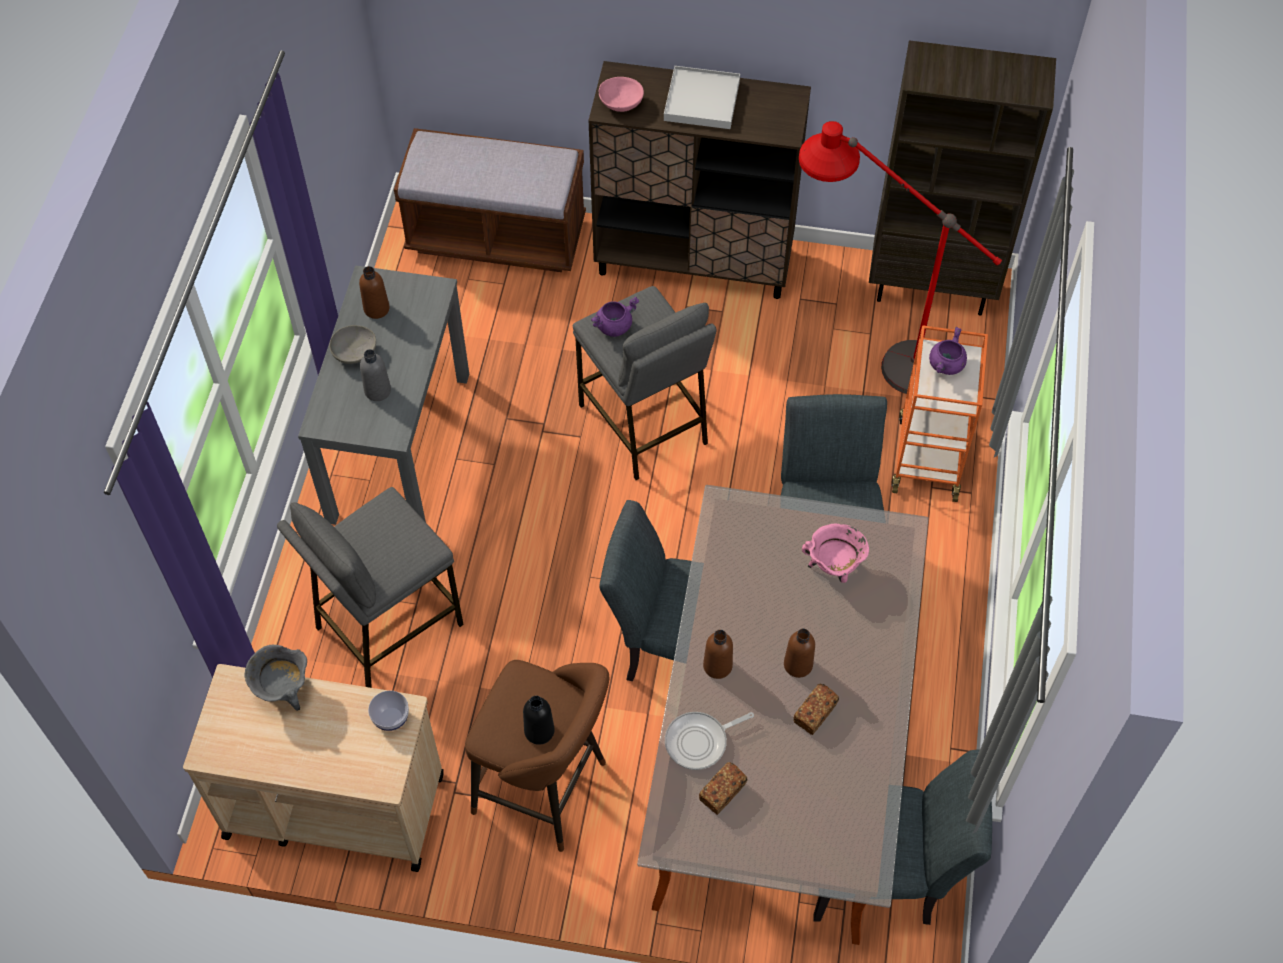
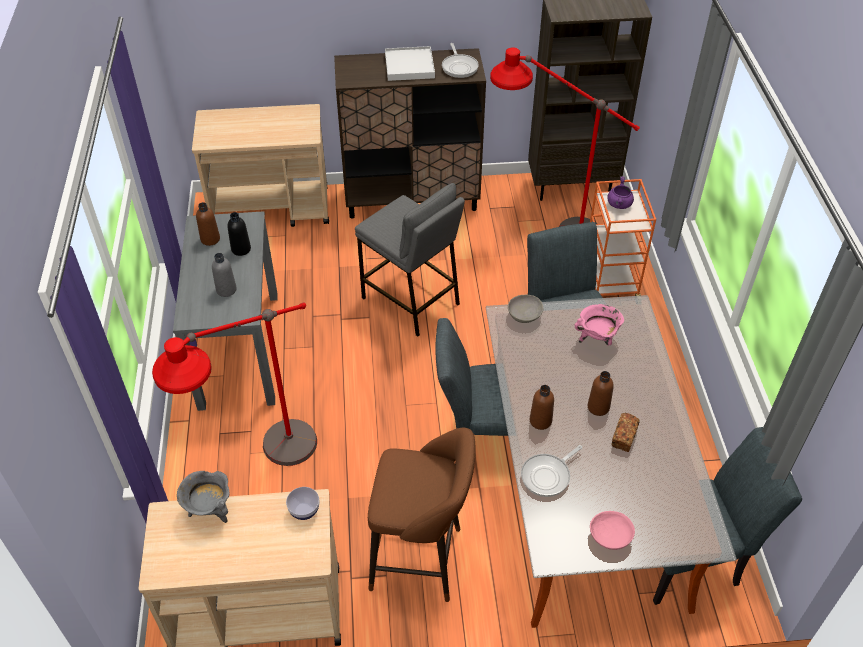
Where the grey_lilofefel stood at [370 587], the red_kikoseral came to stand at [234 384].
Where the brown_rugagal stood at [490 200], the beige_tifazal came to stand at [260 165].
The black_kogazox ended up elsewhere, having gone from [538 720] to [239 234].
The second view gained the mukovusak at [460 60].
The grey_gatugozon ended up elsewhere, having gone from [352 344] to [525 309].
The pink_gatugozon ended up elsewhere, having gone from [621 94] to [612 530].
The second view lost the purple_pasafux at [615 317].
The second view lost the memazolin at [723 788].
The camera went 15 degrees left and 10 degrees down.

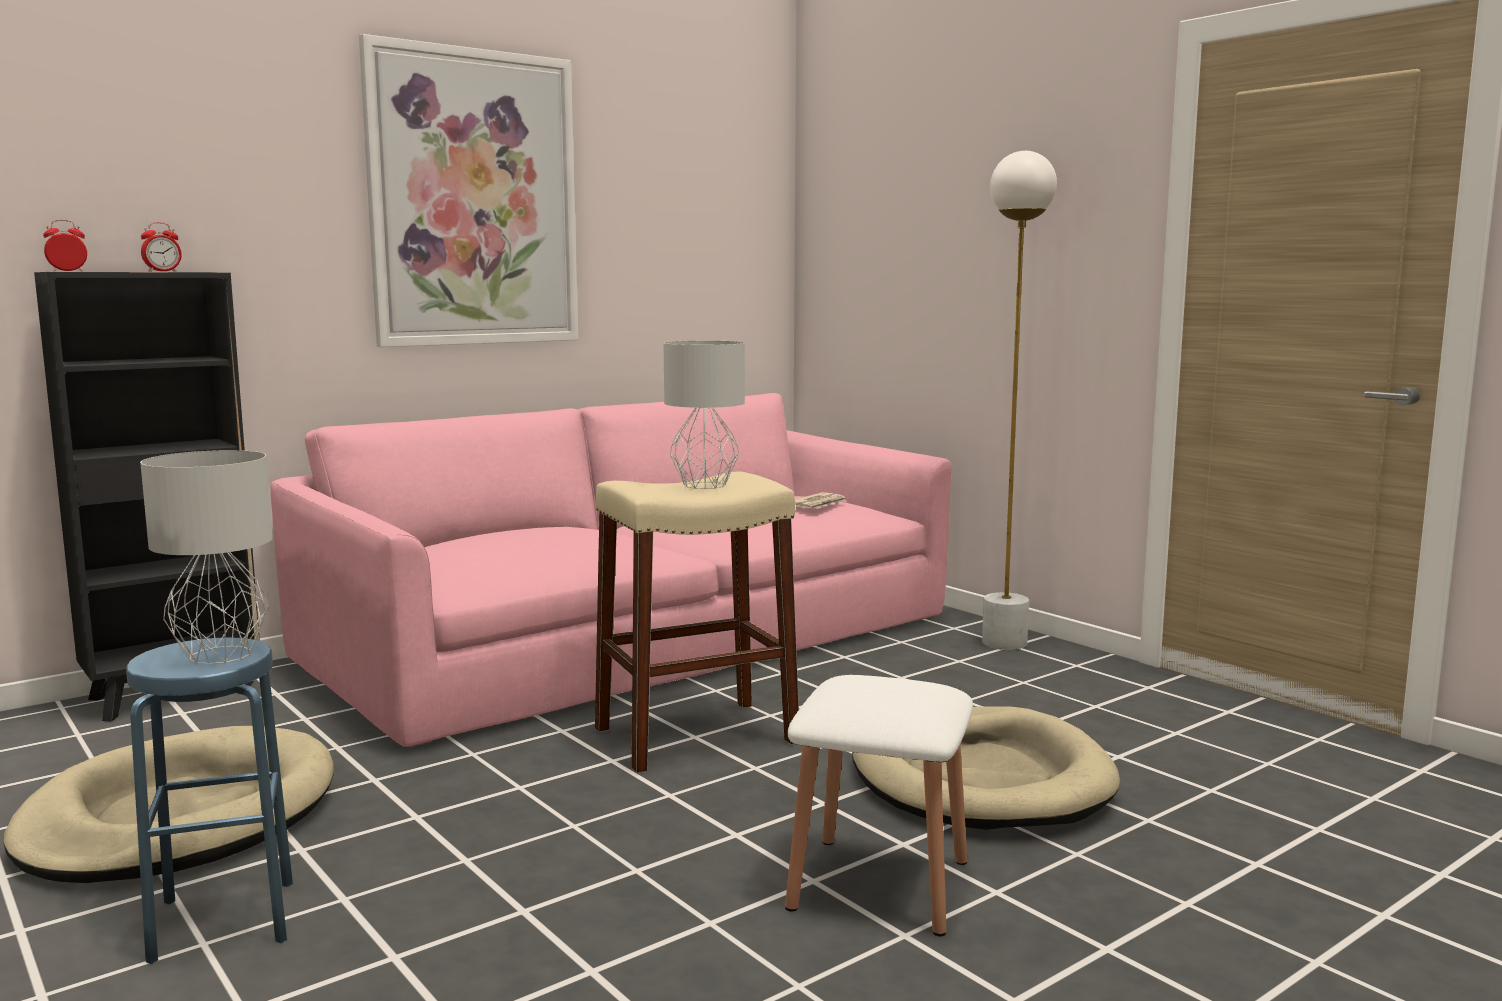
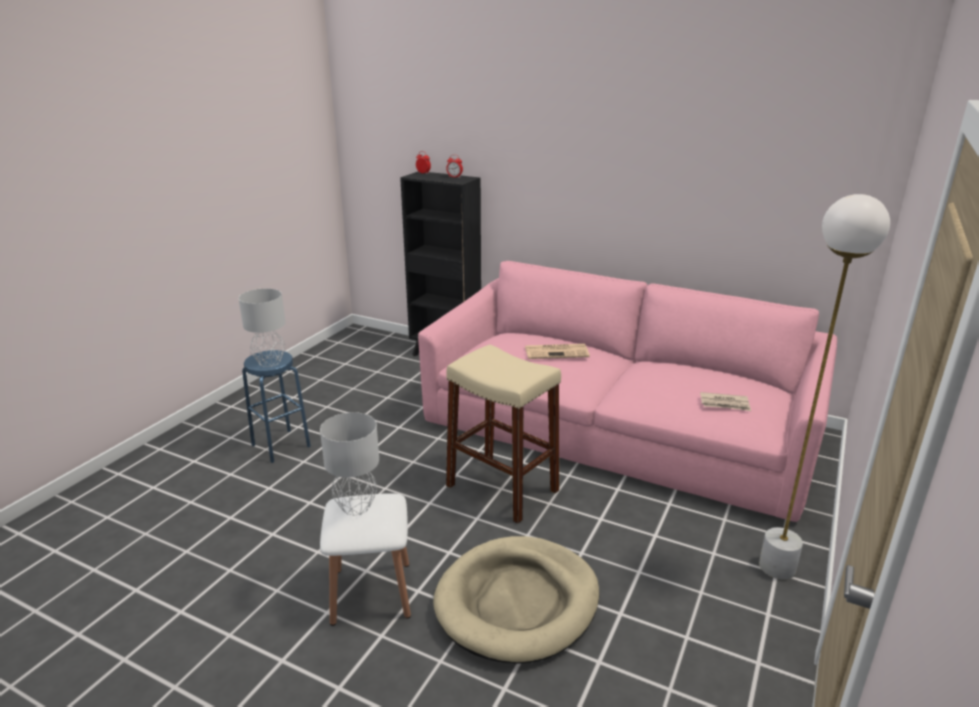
The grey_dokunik ended up elsewhere, having gone from [704 415] to [349 463].
The second view gained the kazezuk at [557 351].
The second view lost the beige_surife at [168 804].
The second view lost the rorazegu at [468 190].
The camera went 65 degrees right and 15 degrees up.

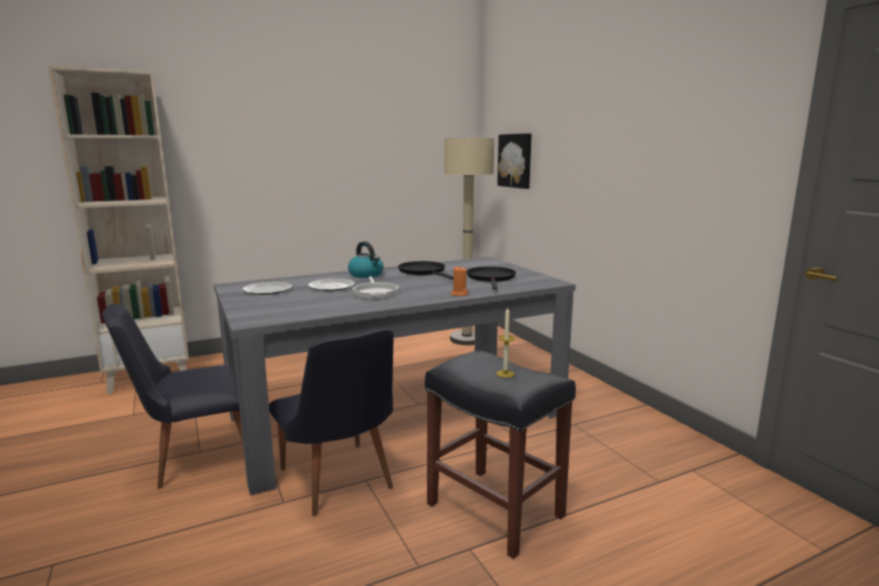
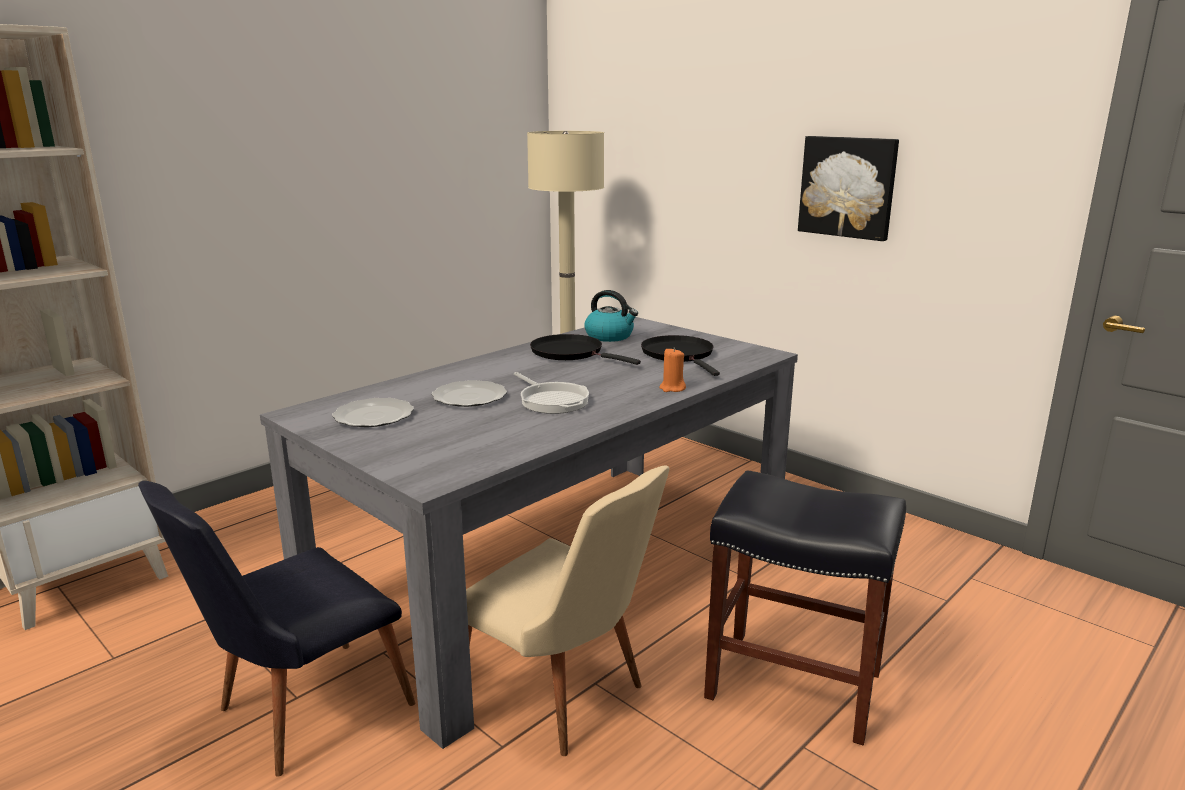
What was the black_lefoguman at [331 422] turned into the beige_lefoguman at [568 610].
The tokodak ended up elsewhere, having gone from [366 259] to [611 316].
The rorazegu ended up elsewhere, having gone from [514 161] to [848 188].
The second view lost the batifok at [505 343].
The camera went 20 degrees left and 5 degrees up.

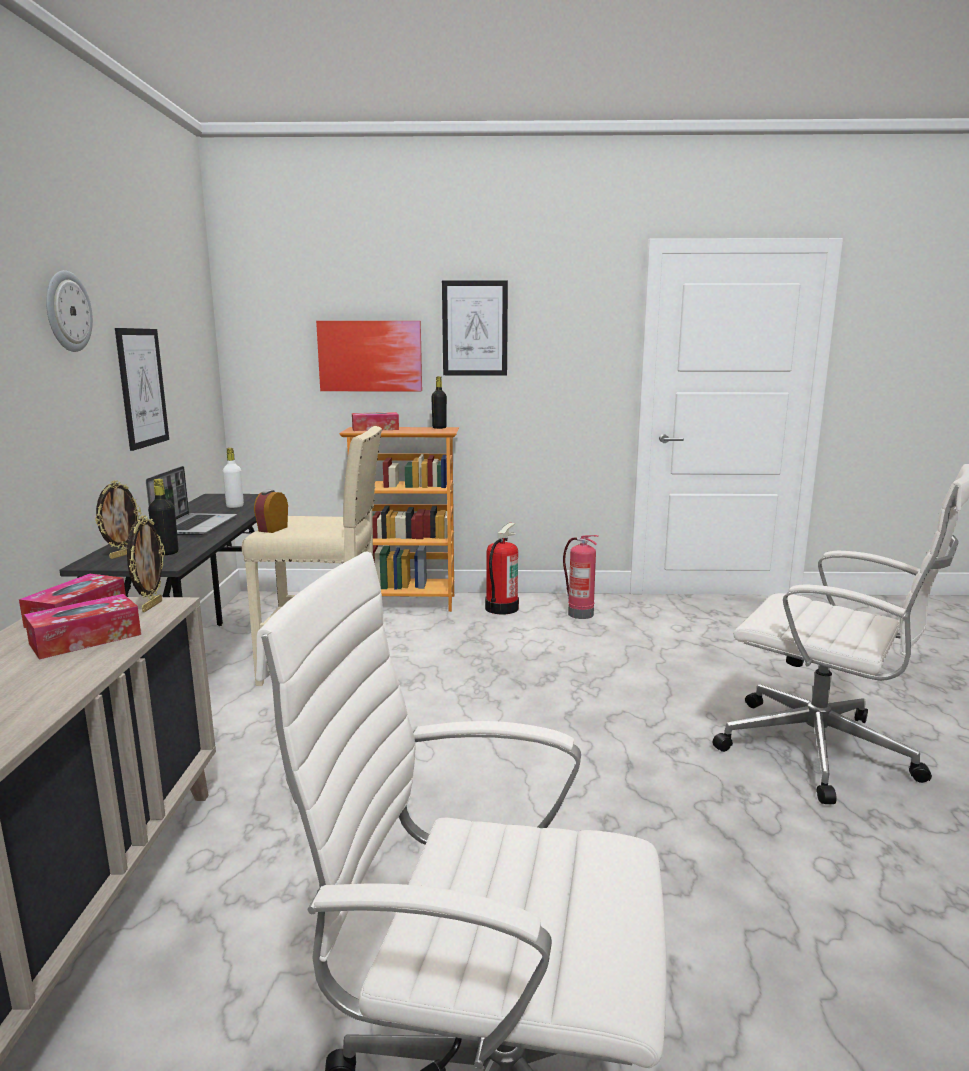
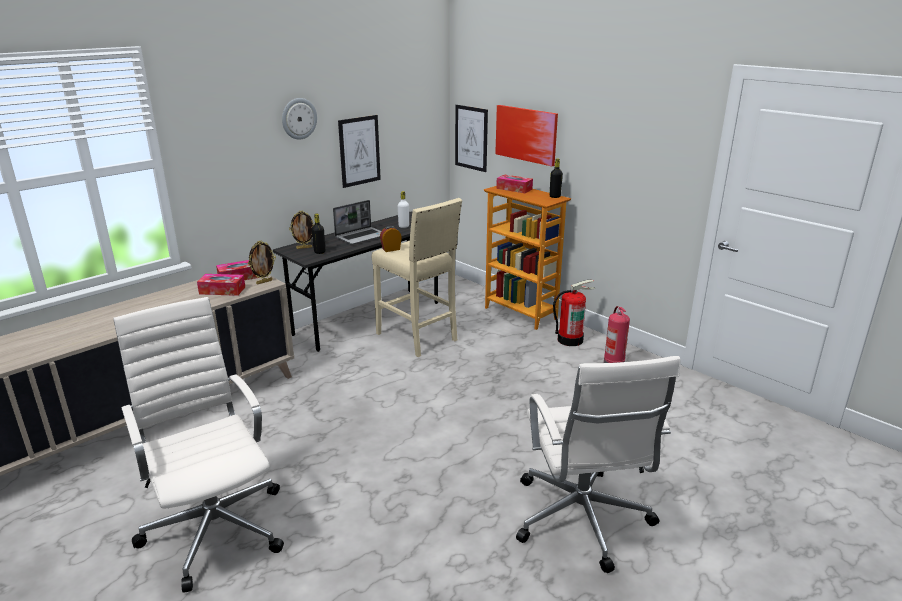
The rorazegu ended up elsewhere, having gone from [475 327] to [471 138].
The camera went 45 degrees right and 10 degrees up.

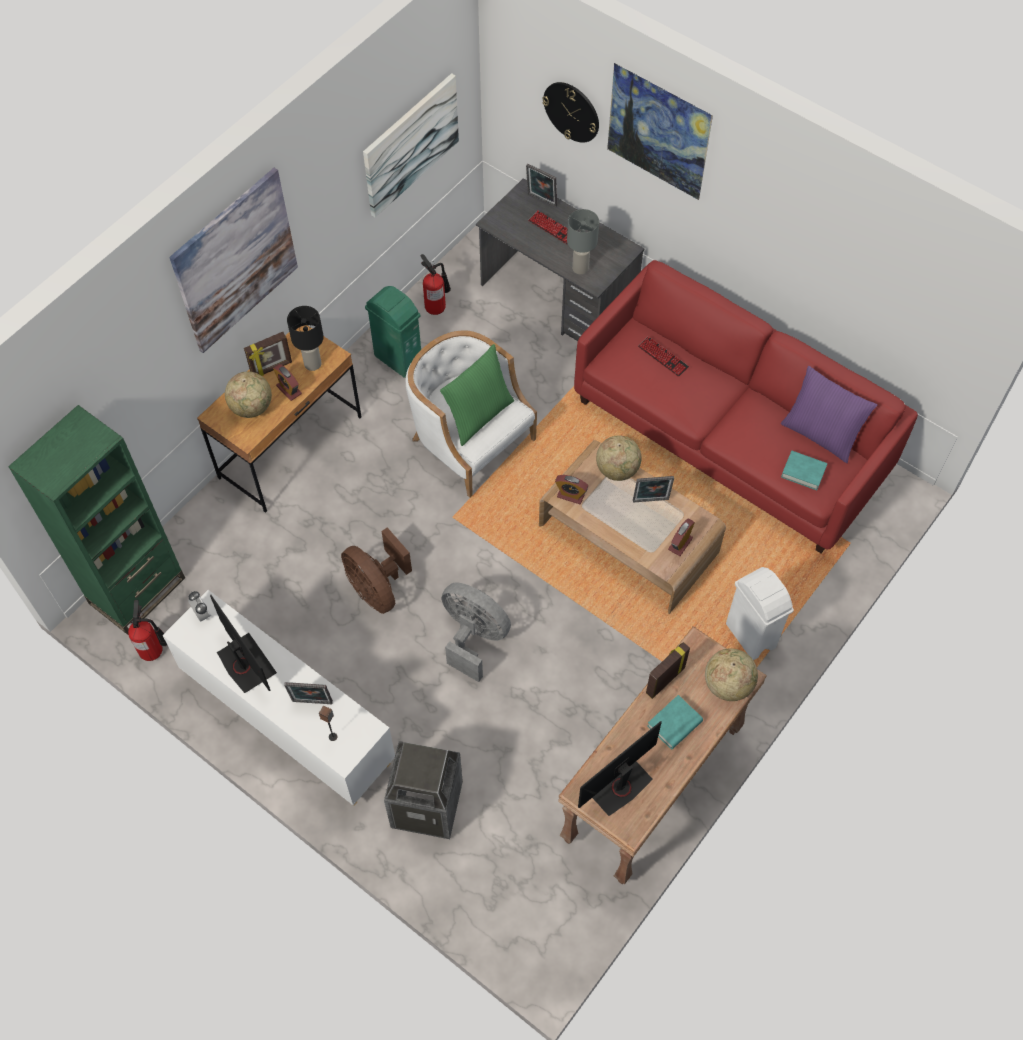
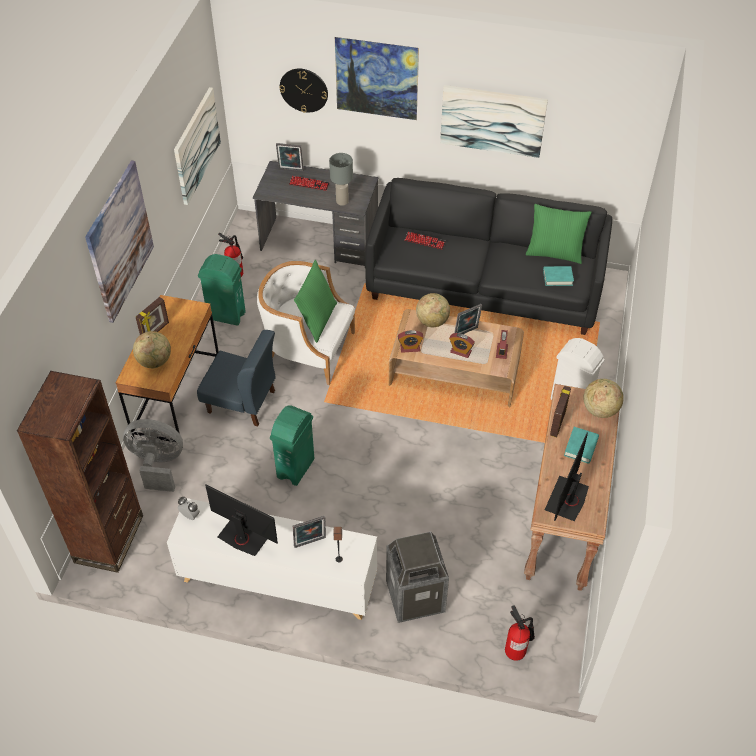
What was the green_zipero at [96 520] turned into the brown_zipero at [80 472].
The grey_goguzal ended up elsewhere, having gone from [476 632] to [153 455].
The second view gained the blue_lefoguman at [236 378].
Where the brown_goguzal stood at [376 571], the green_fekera came to stand at [292 445].
What was the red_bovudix at [746 406] turned into the black_bovudix at [488 256].
The second view gained the rorazegu at [494 121].
The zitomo ended up elsewhere, having gone from [287 382] to [462 345].
The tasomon ended up elsewhere, having gone from [147 630] to [520 633].
What was the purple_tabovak at [829 414] turned into the green_tabovak at [559 234].
The second view lost the black_dokunik at [305 338].
The camera went 25 degrees left and 10 degrees down.

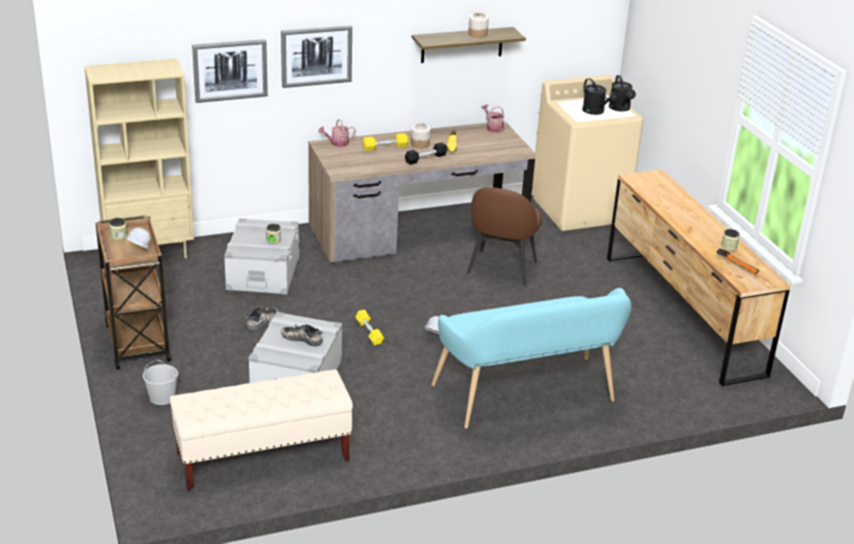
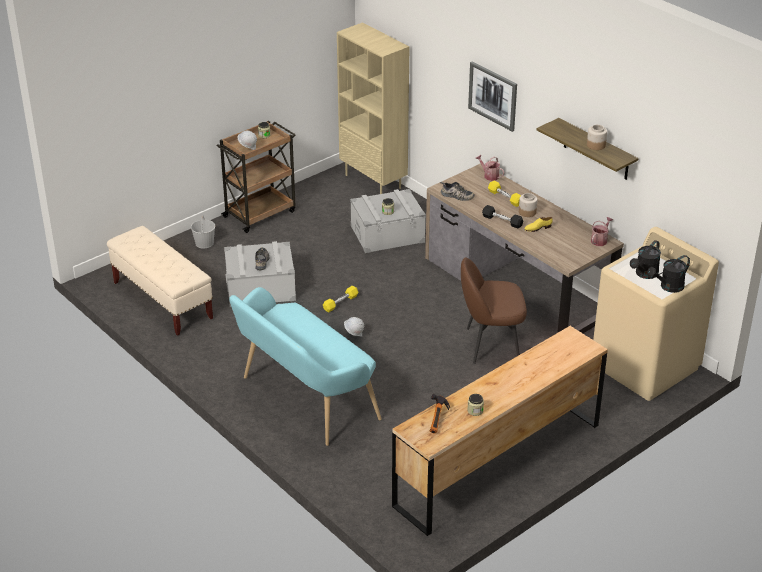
The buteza ended up elsewhere, having gone from [262 319] to [457 191].
The second view lost the rorazegu at [230 71].
The camera went 70 degrees right and 5 degrees up.

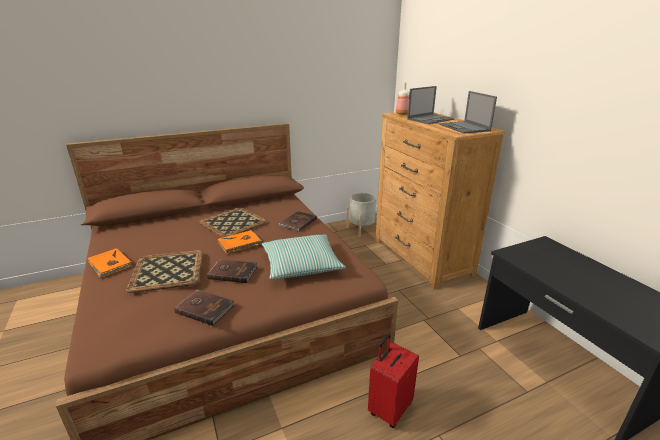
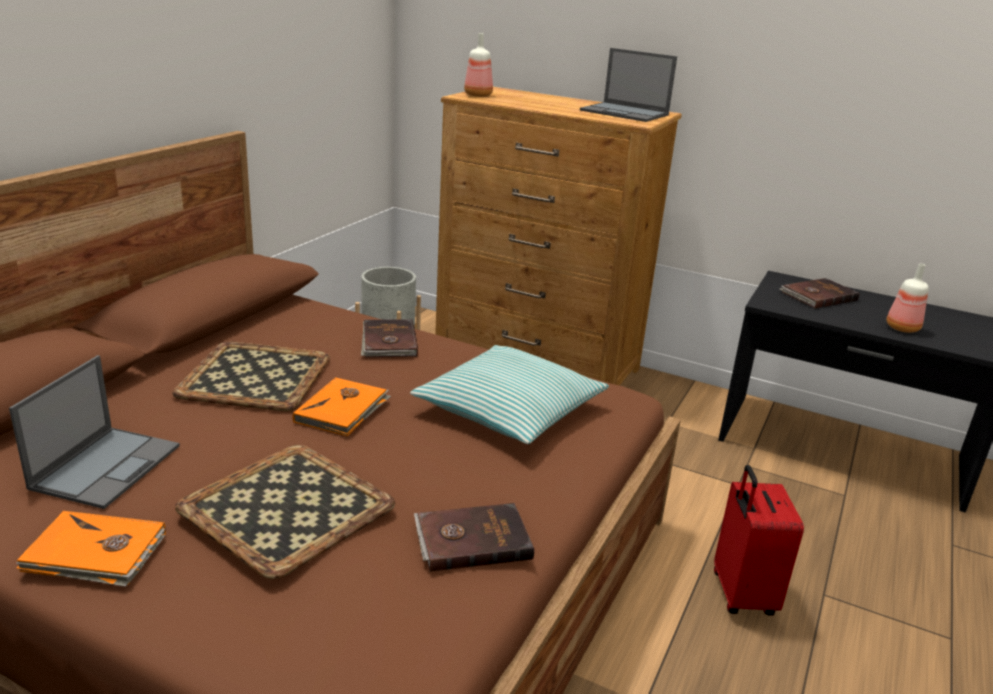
The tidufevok ended up elsewhere, having gone from [431 105] to [94 432].
The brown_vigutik ended up elsewhere, having gone from [232 271] to [819 293].
The second view gained the kogazox at [907 298].
The camera went 40 degrees left and 0 degrees up.

